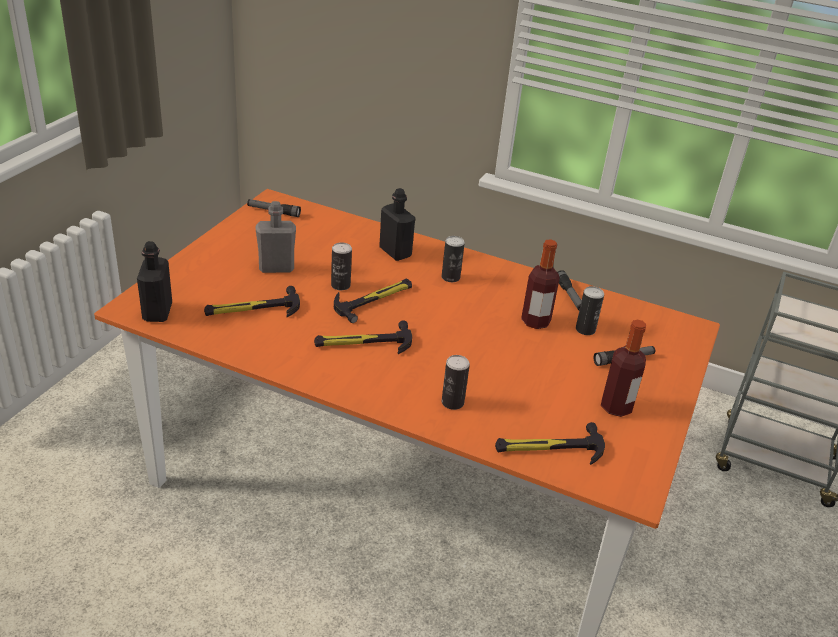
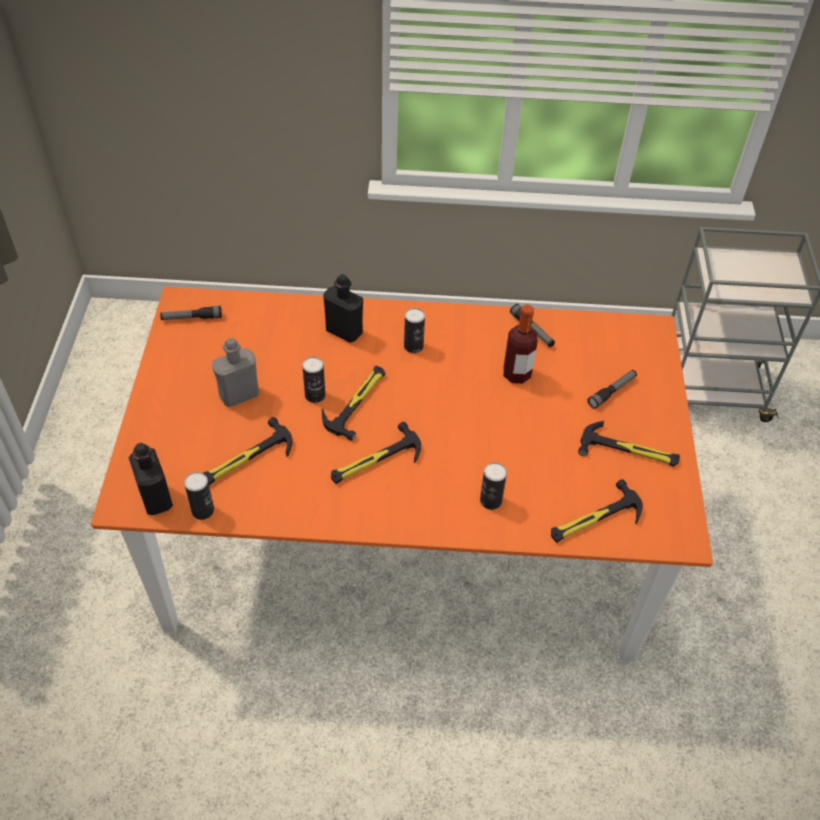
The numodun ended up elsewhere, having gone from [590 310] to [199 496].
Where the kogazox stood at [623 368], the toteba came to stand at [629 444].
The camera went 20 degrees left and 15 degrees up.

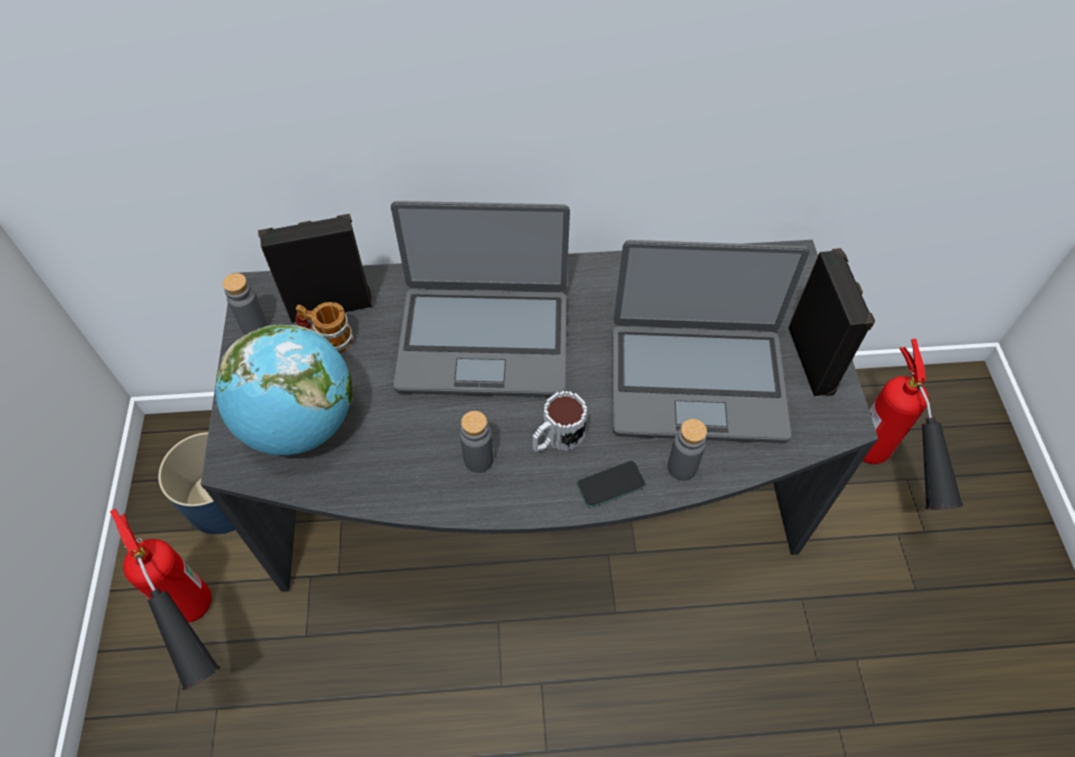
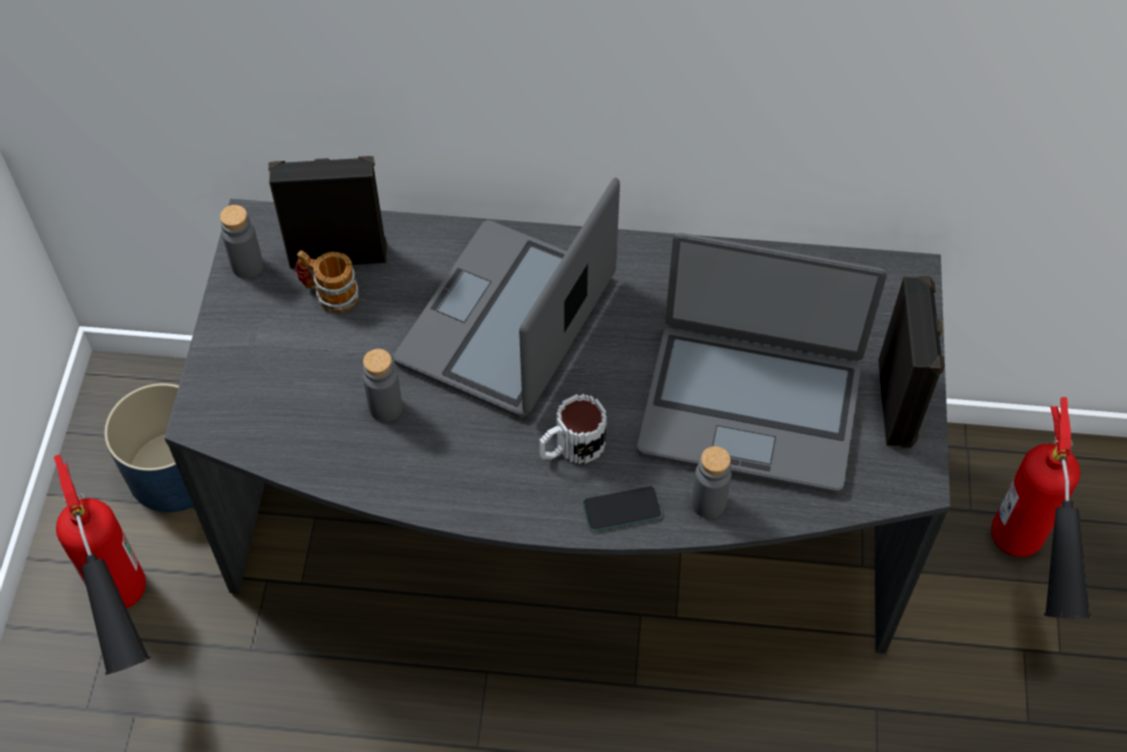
The grey_kogazox ended up elsewhere, having gone from [476 442] to [382 385].
The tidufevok at [480 299] ended up facing another way, 105 degrees clockwise from before.
The second view lost the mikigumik at [284 389].
The camera went 10 degrees right and 0 degrees up.

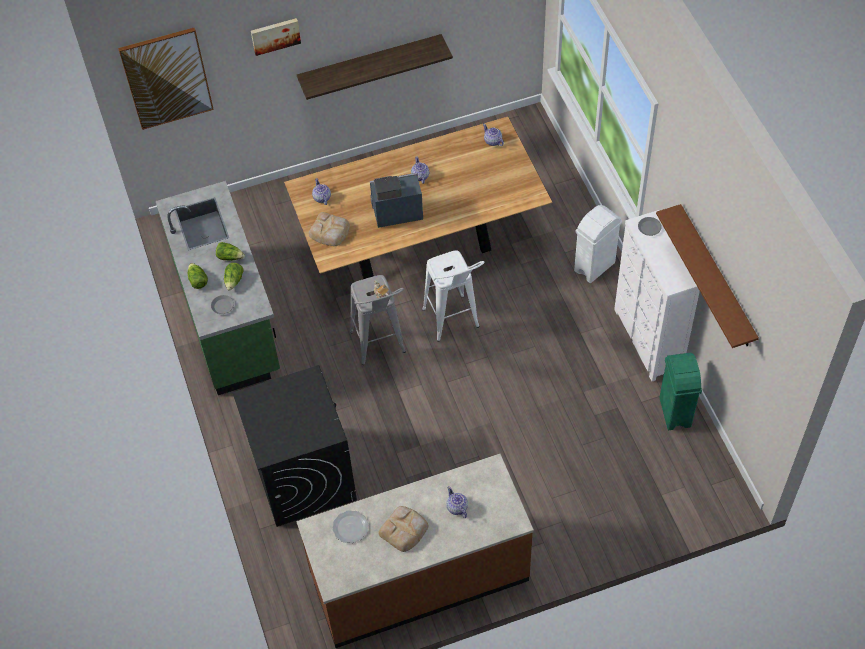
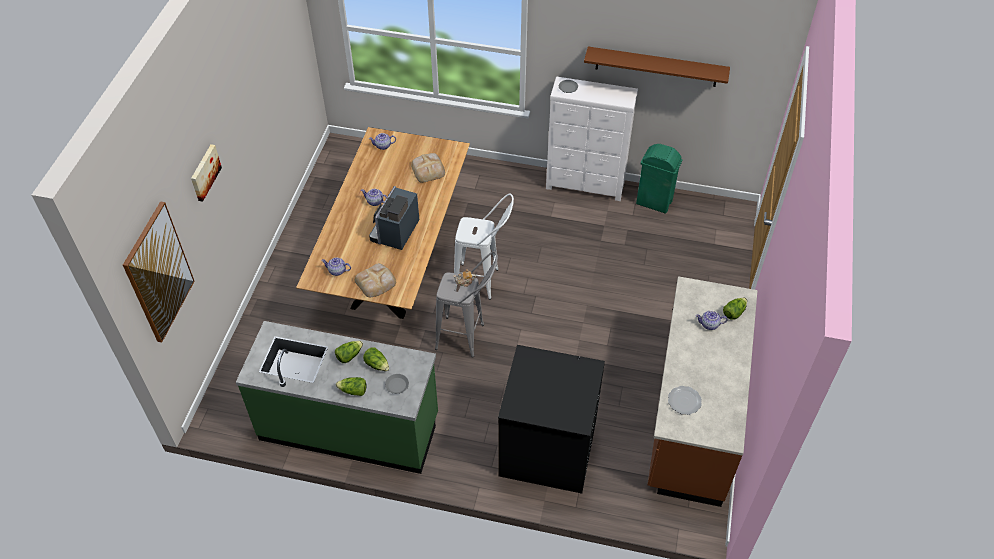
The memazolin ended up elsewhere, having gone from [403 529] to [428 168].
The second view gained the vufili at [735 309].
The second view lost the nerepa at [375 67].
The second view lost the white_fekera at [598 244].
The camera went 60 degrees left and 5 degrees down.

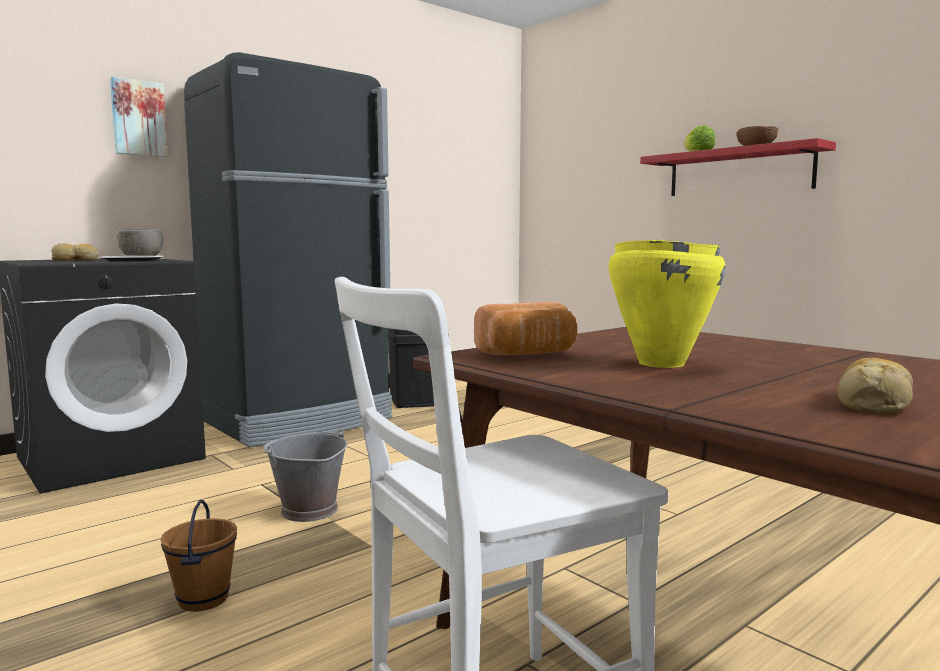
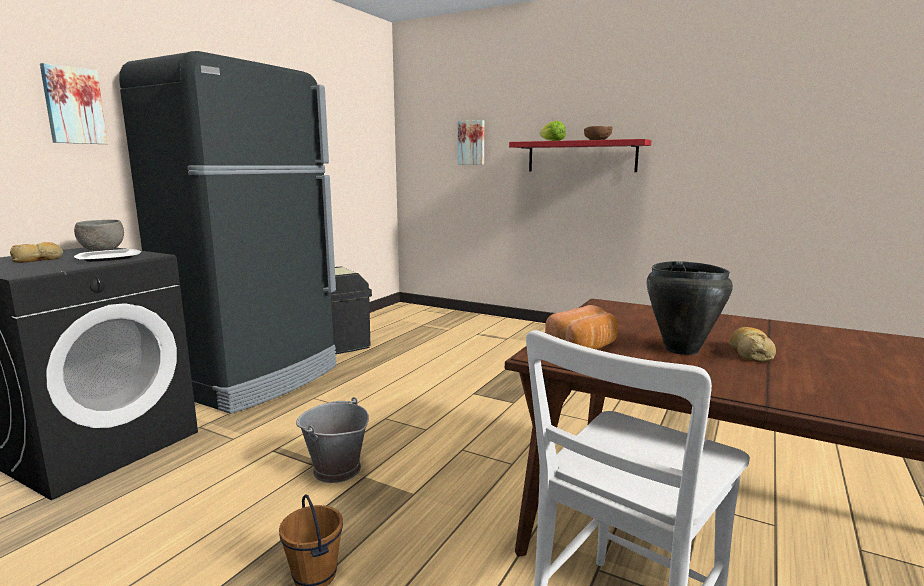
The second view gained the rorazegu at [471 142].
What was the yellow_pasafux at [667 303] turned into the black_pasafux at [689 308].
The memazolin ended up elsewhere, having gone from [875 386] to [753 344].
The camera went 20 degrees left and 5 degrees up.

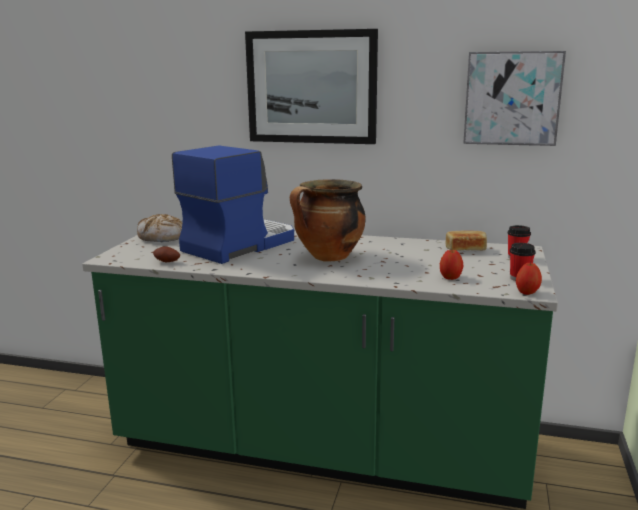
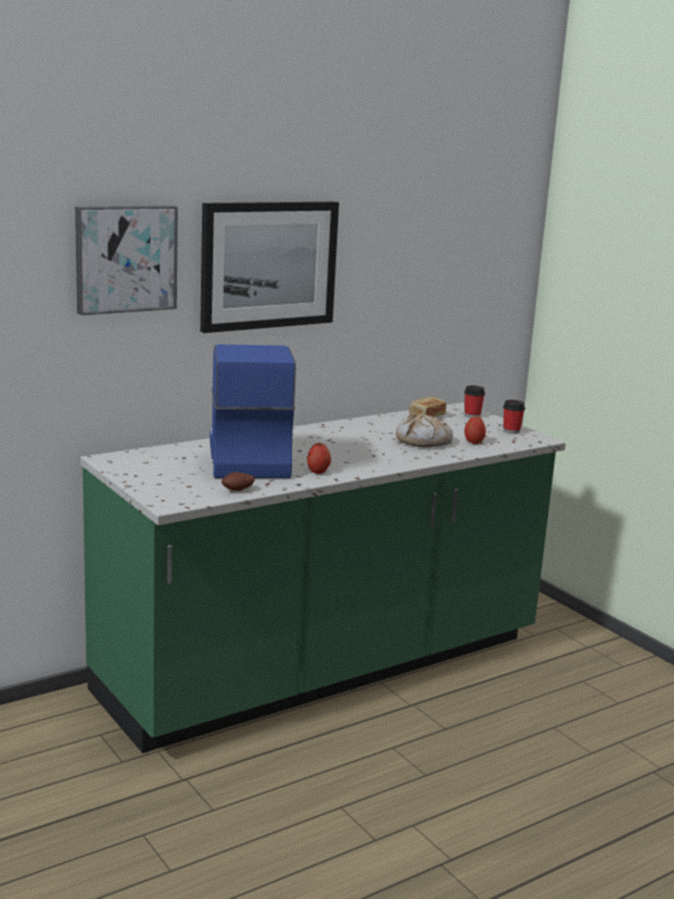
The rorazegu ended up elsewhere, having gone from [514 98] to [126 260].
The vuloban ended up elsewhere, having gone from [529 279] to [319 458].
The memazolin ended up elsewhere, having gone from [159 228] to [424 430].
The second view lost the pasafux at [328 220].
The camera went 50 degrees left and 0 degrees up.

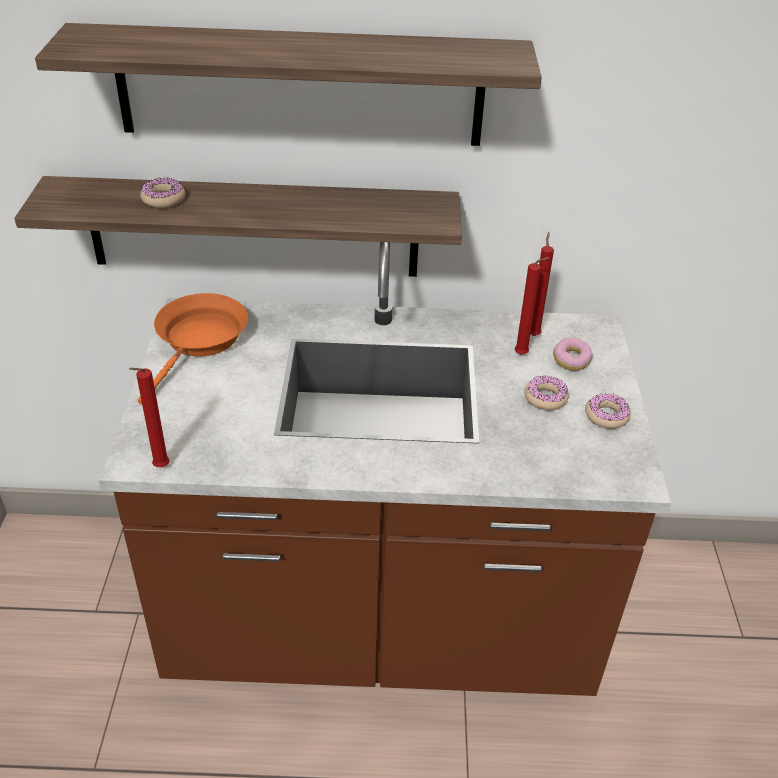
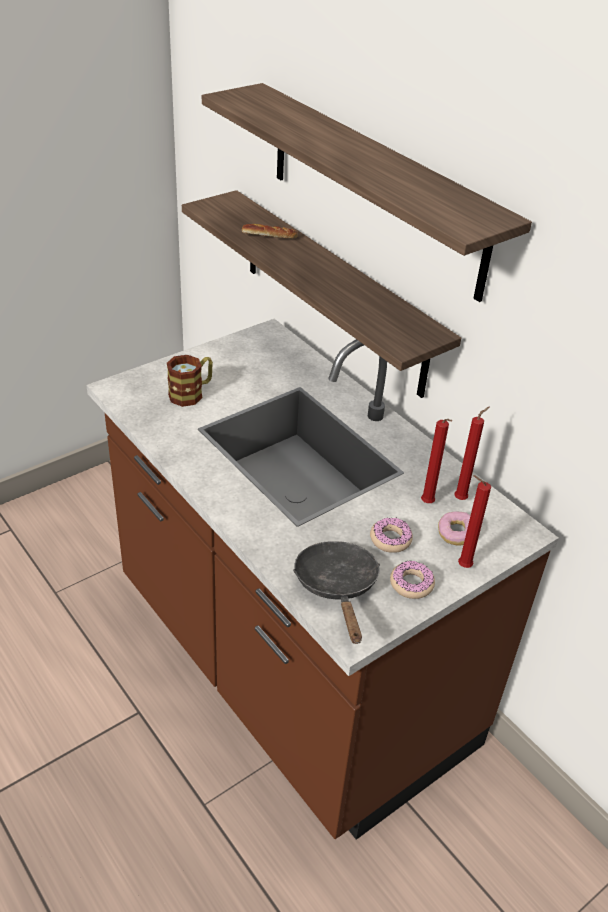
The second view gained the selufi at [190 381].
Where the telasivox stood at [162 192], the memazolin came to stand at [270 231].
The second view gained the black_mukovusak at [336 592].
The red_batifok ended up elsewhere, having gone from [149 417] to [474 521].
The second view lost the orange_mukovusak at [193 349].
The camera went 50 degrees right and 0 degrees up.

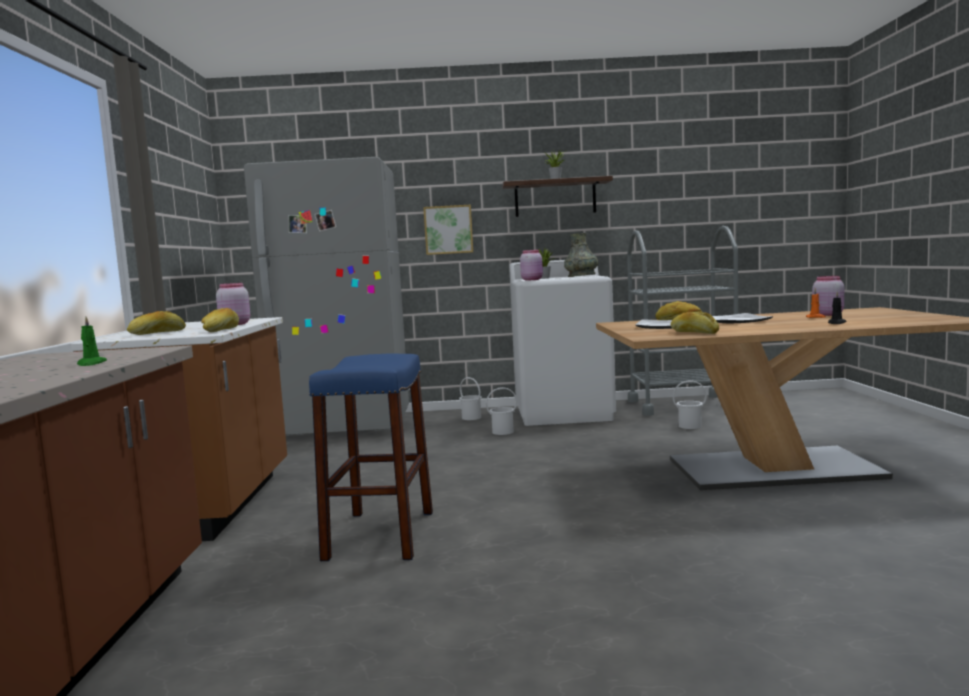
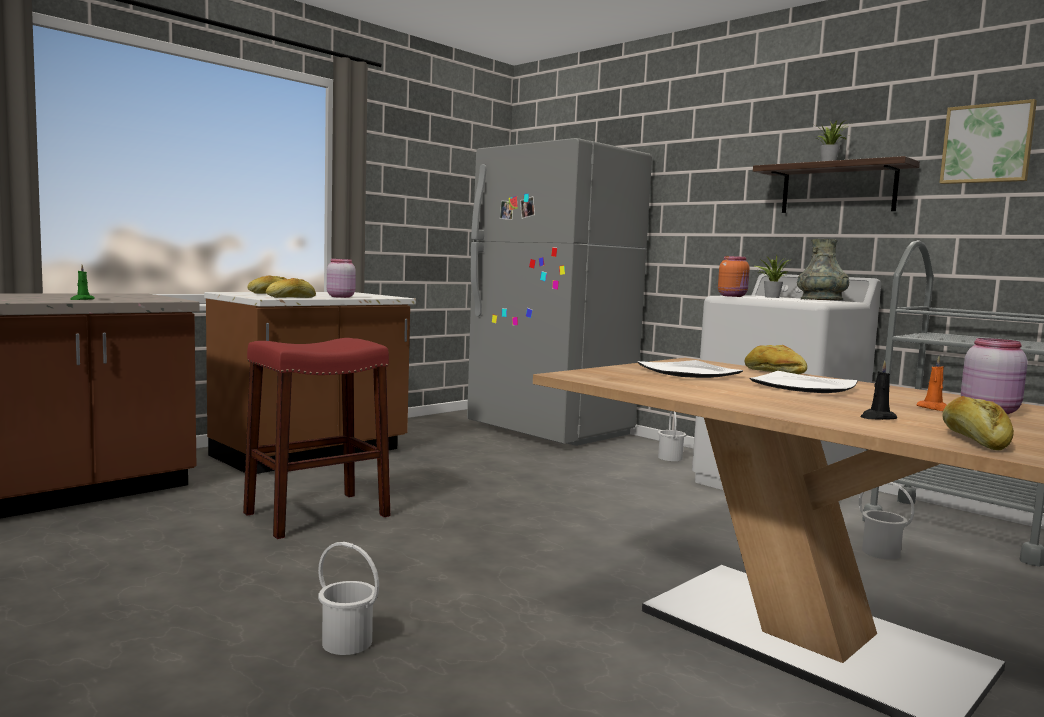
What was the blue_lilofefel at [371 457] turned into the red_lilofefel at [316 438].
The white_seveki ended up elsewhere, having gone from [501 411] to [348 598].
What was the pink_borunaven at [531 265] turned into the orange_borunaven at [734 276].
The rorazegu ended up elsewhere, having gone from [448 230] to [988 141].
The memazolin ended up elsewhere, having gone from [695 323] to [978 423].
The camera went 45 degrees right and 0 degrees up.

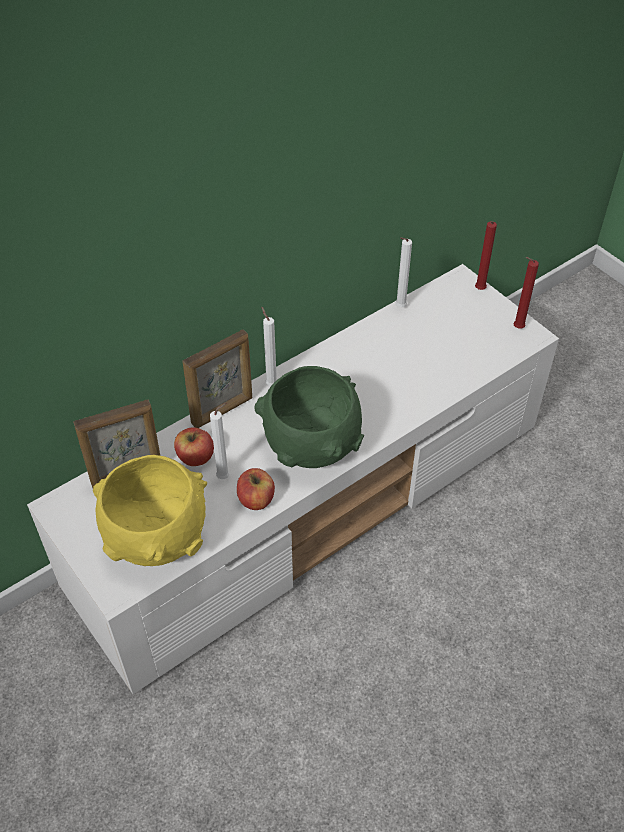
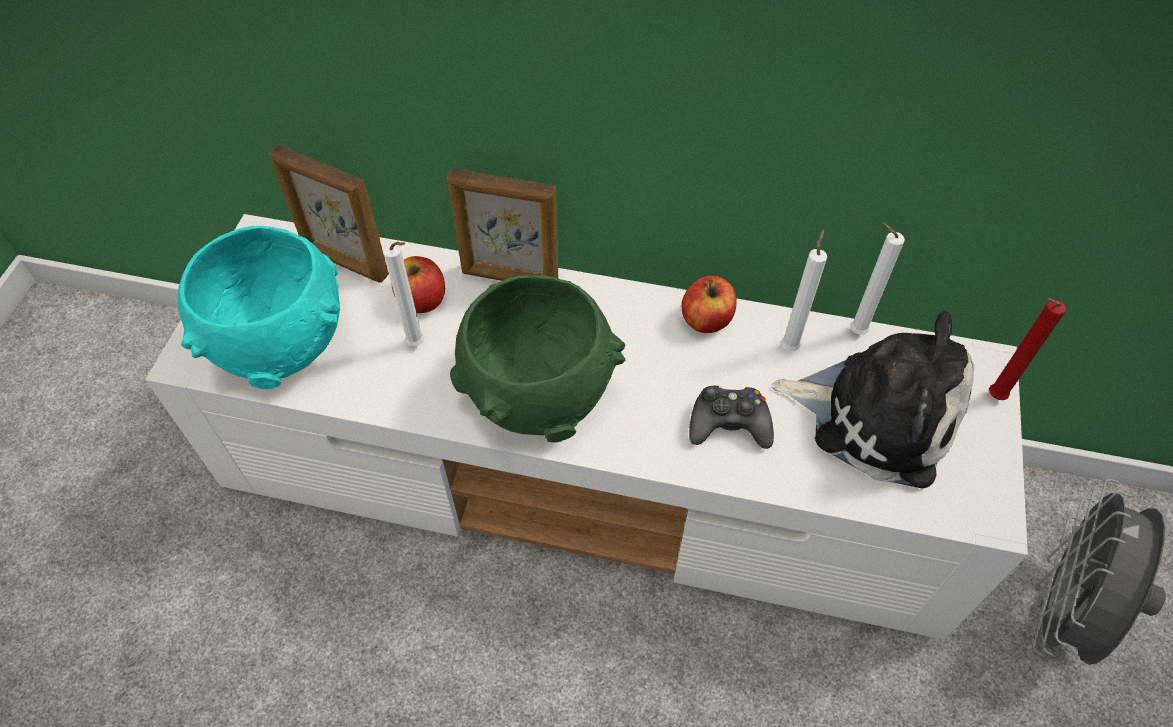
What was the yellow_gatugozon at [150 510] turned into the turquoise_gatugozon at [259 307].
The vuloban ended up elsewhere, having gone from [256 489] to [709 304].
The second view gained the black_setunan at [731 417].
The second view gained the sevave at [872 399].
The white_batifok ended up elsewhere, having gone from [269 346] to [804 290].
The second view gained the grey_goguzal at [1096 572].
The second view lost the red_batifok at [526 293].
The camera went 50 degrees right and 5 degrees up.

